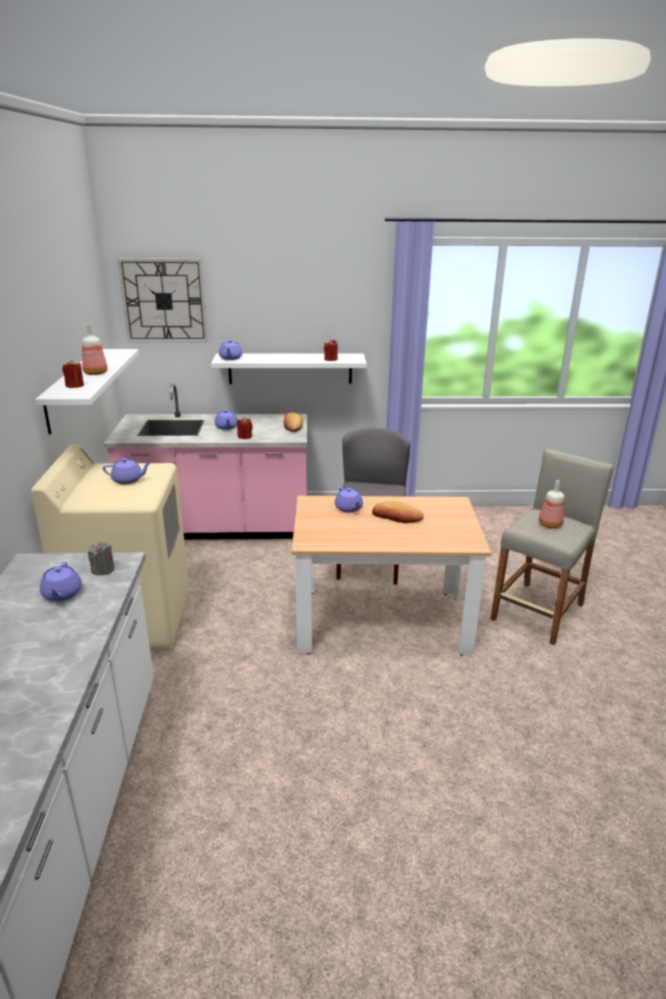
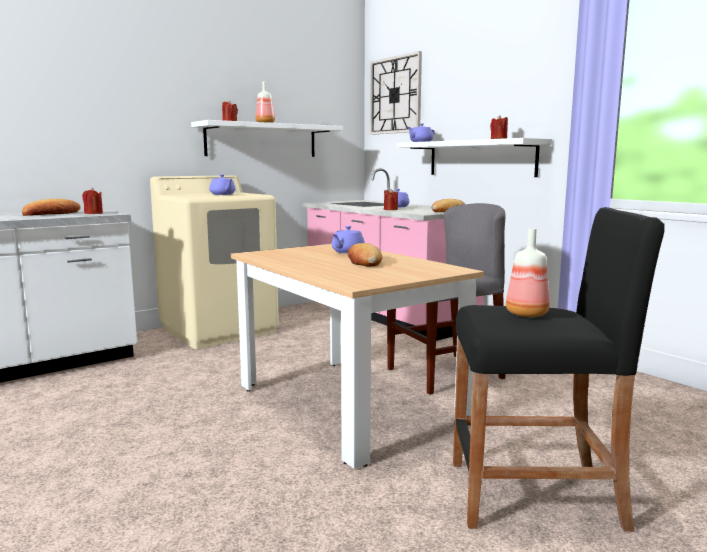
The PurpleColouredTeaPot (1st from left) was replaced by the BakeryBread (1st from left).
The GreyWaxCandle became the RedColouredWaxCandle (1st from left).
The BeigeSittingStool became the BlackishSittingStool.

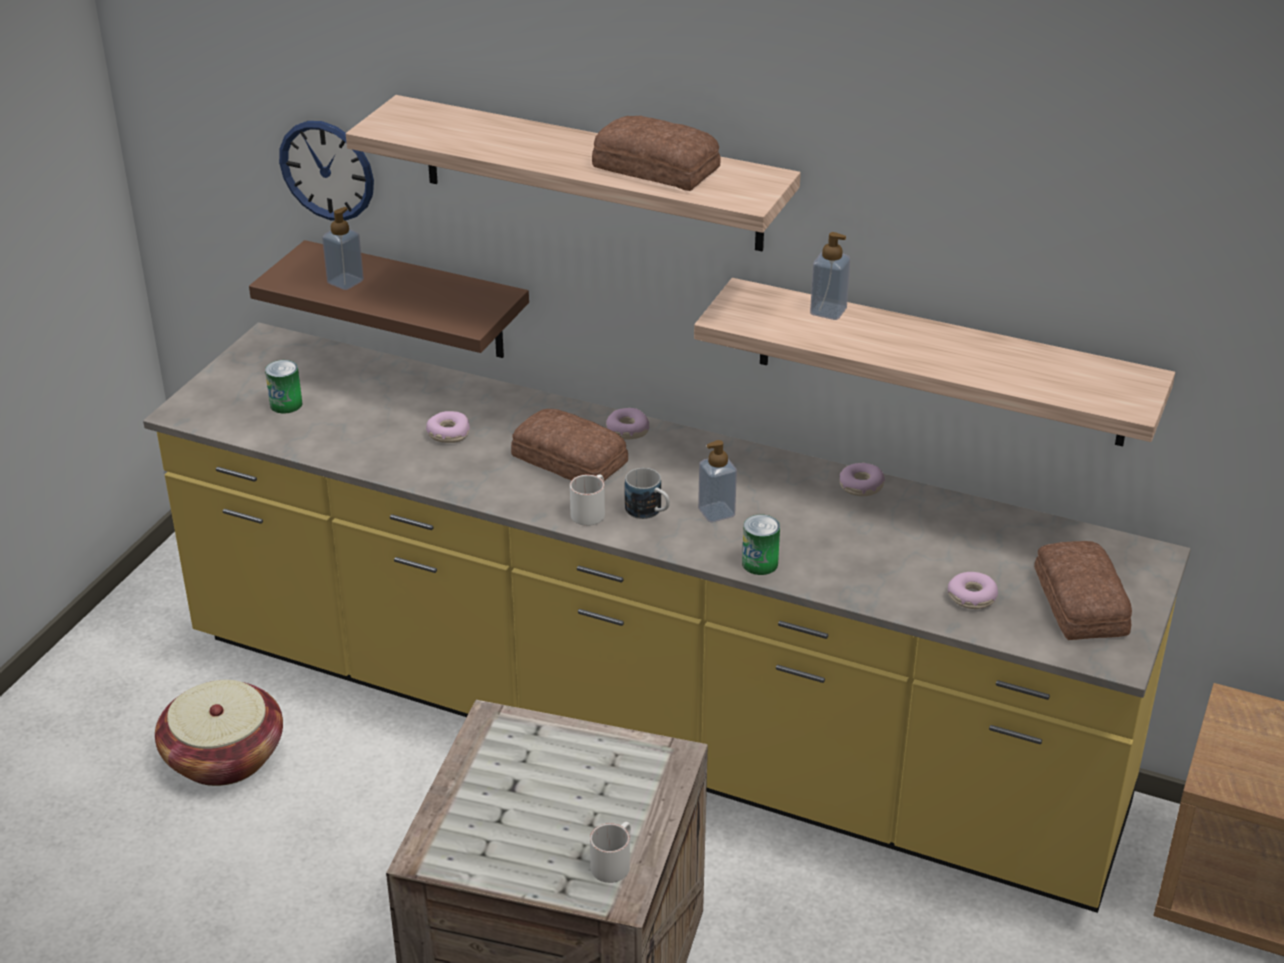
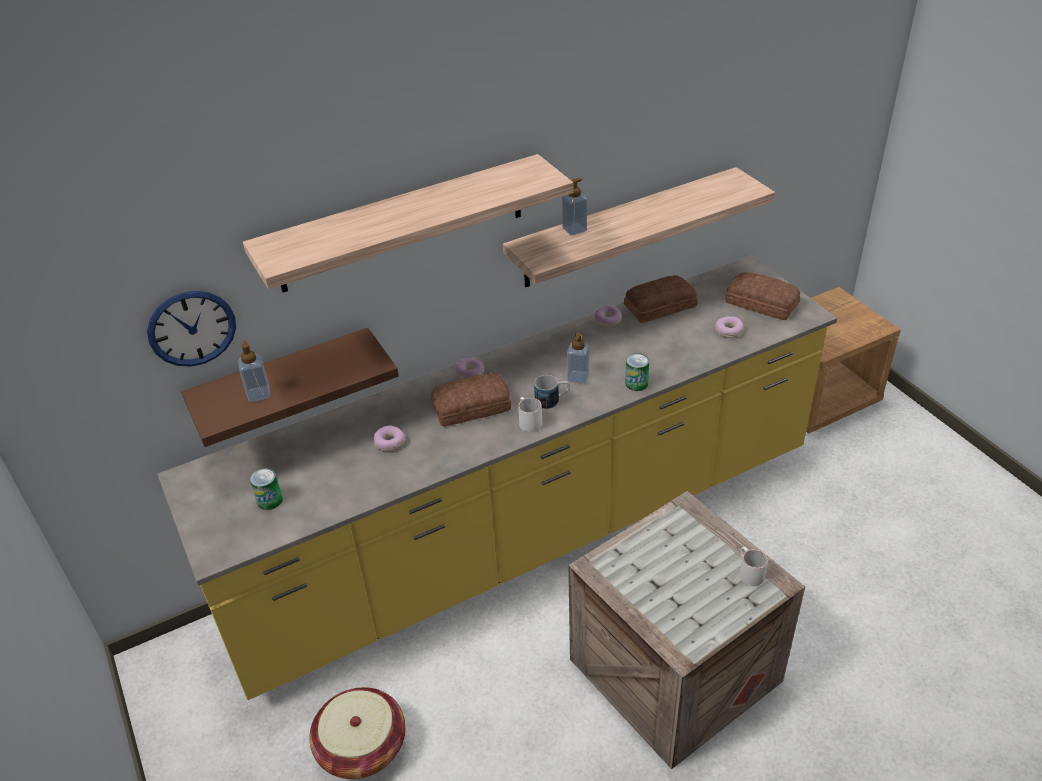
The BakeryBread (2nd from left) moved.

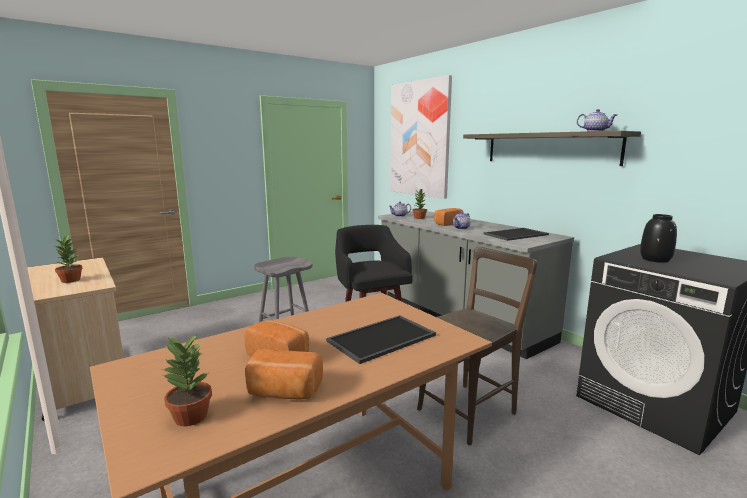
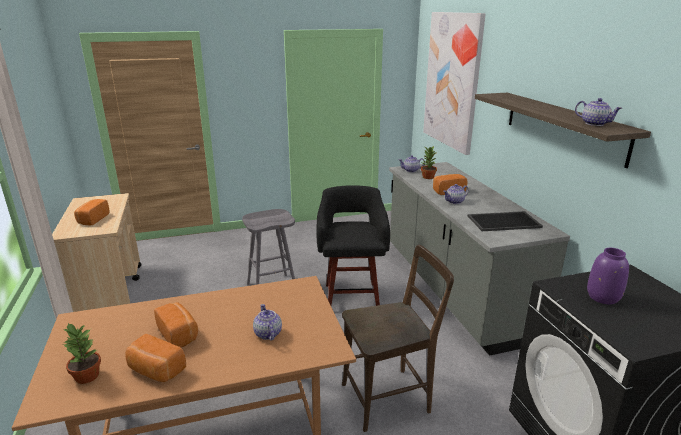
The PlantInAPot (1st from left) was replaced by the BakeryBread (1st from left).
The ServingTray (1st from left) was replaced by the TeaPot (1st from left).
The BlackishVase became the PurpleColouredVase.

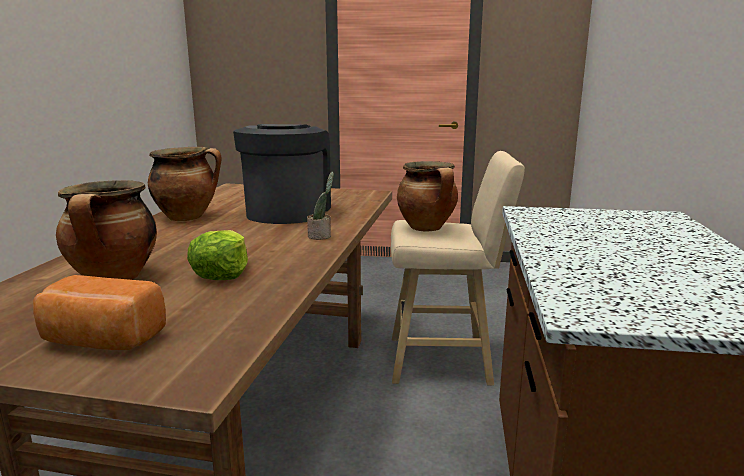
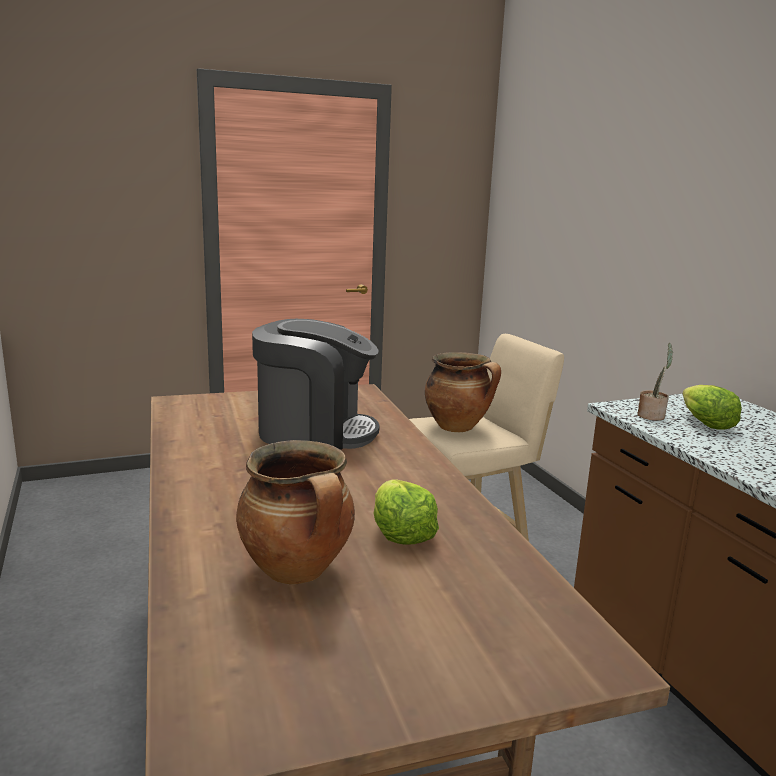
The BakeryBread disappeared.
The Stockpot (2nd from left) disappeared.
The LettuceHead (2nd from left) appeared.
The PlantInAPot moved.
The CoffeeMachine turned 120 degrees clockwise.

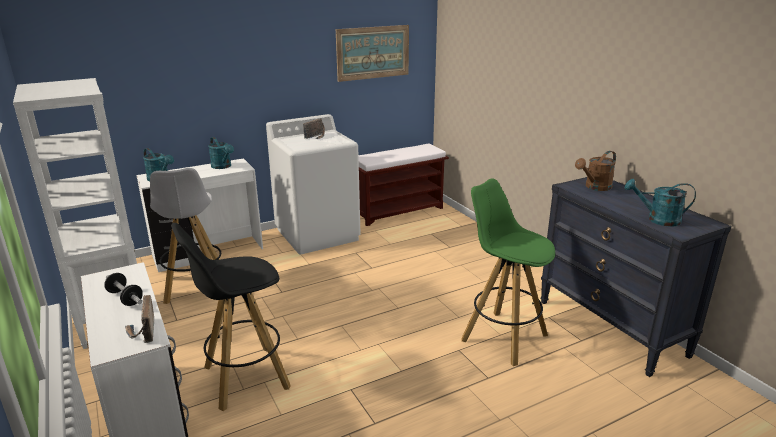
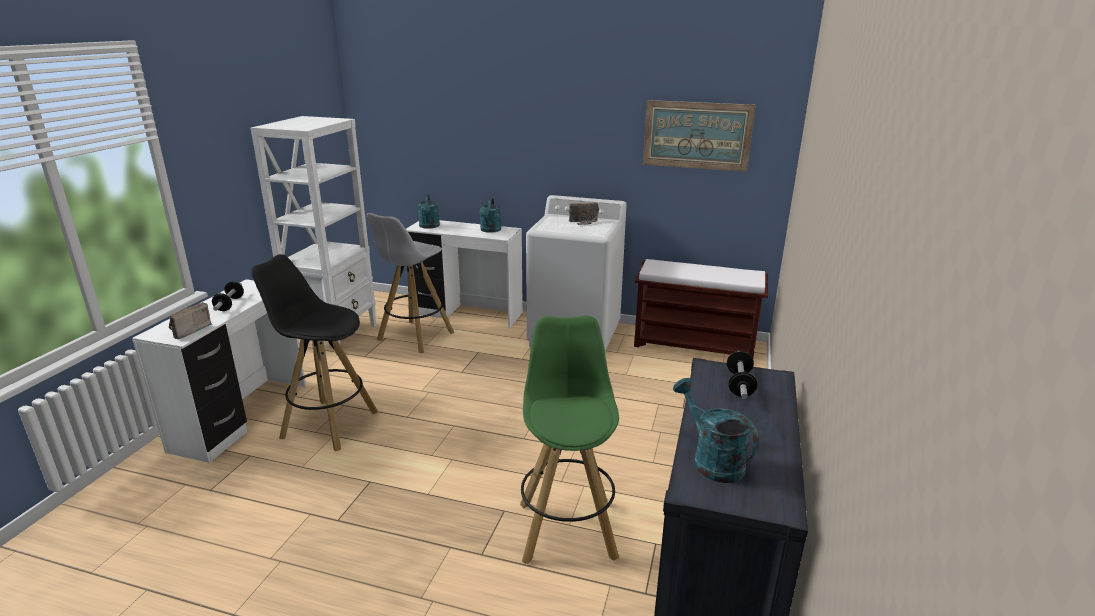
The BrownishSprinklingCan was replaced by the FreeWeight (2nd from left).

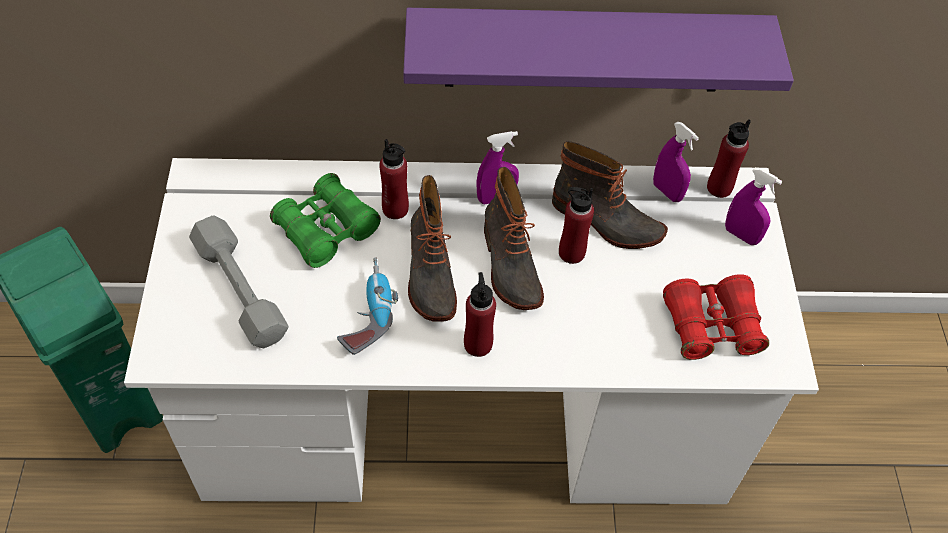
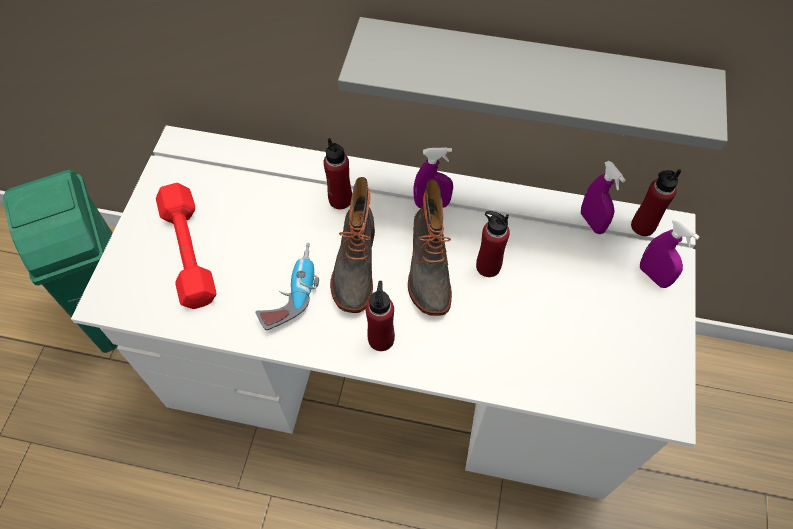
The GreenColouredFieldGlasses disappeared.
The Boot (3rd from left) disappeared.
The RedColouredFieldGlasses disappeared.
The GreyFreeWeight became the RedColouredFreeWeight.
The PurpleColouredWallShelf became the GreyWallShelf.

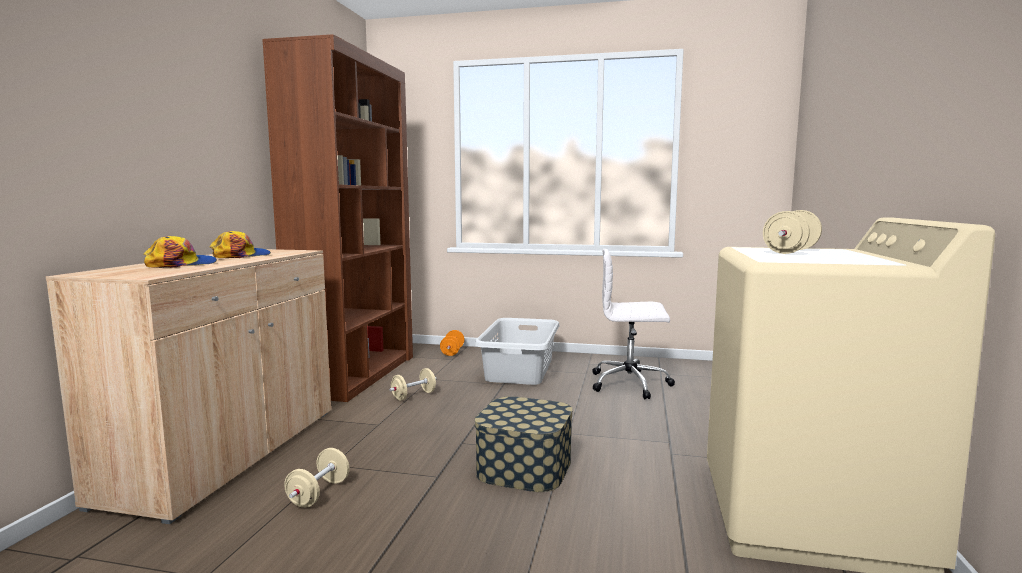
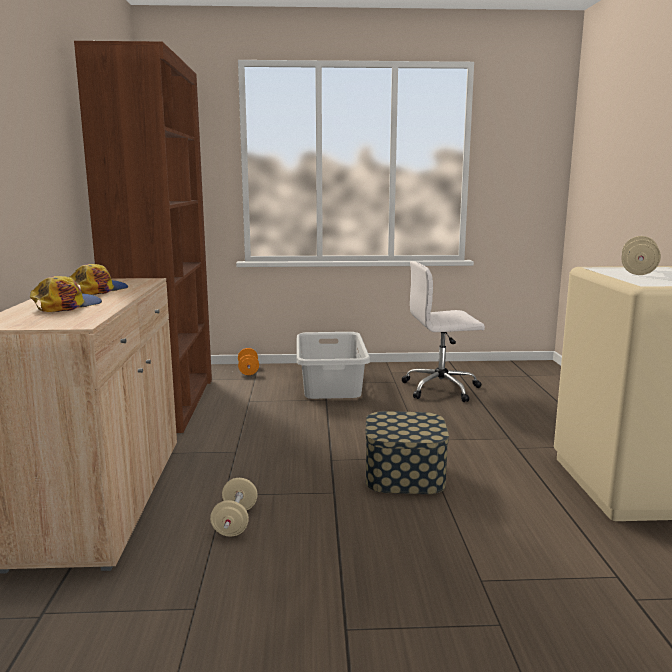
The BeigeFreeWeight (2nd from left) disappeared.

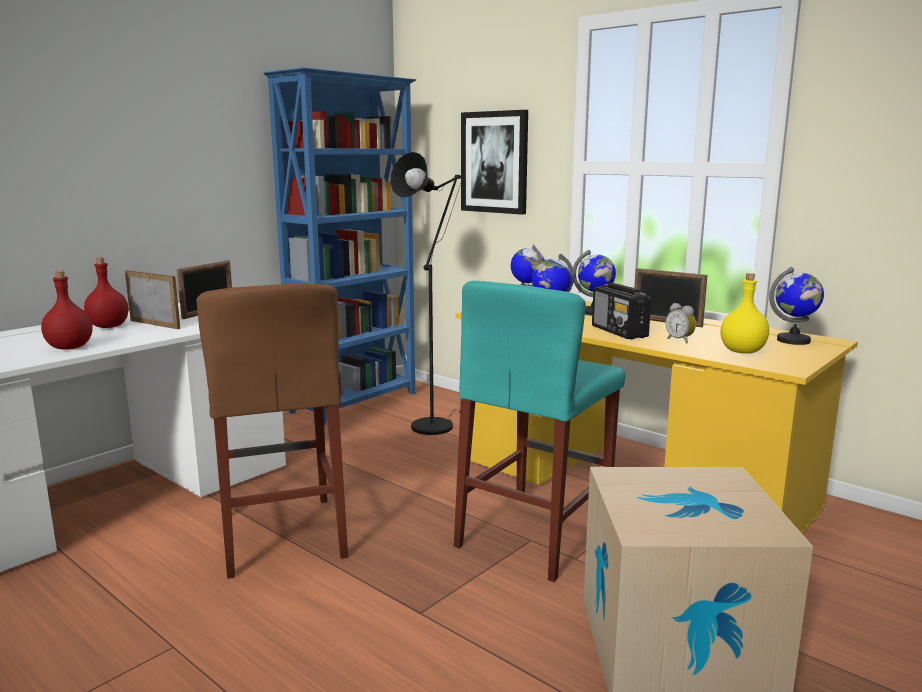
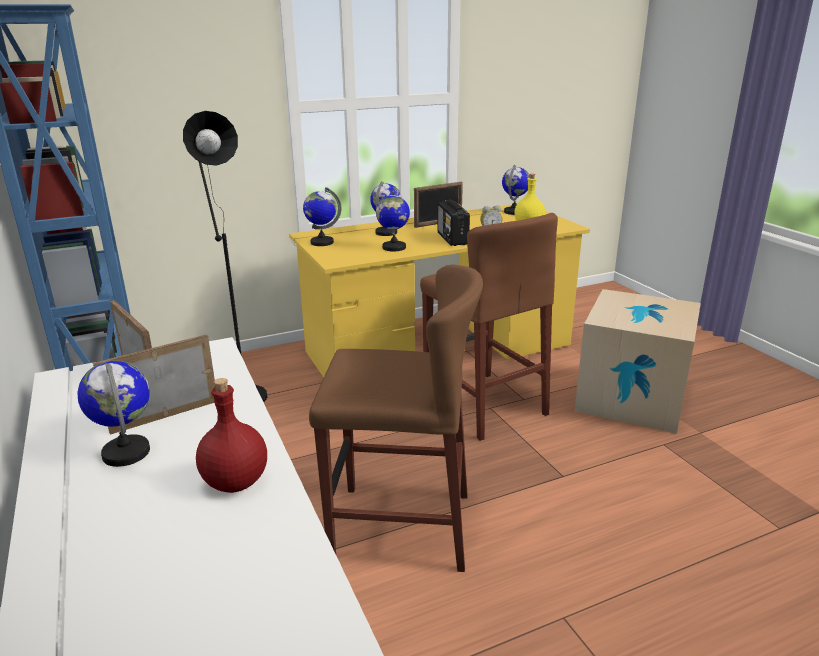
The Picture disappeared.
The RedColouredBeverageBottle (2nd from left) was replaced by the DeskGlobe (1st from left).
The BlueGreenSittingStool became the BrownishSittingStool (2nd from left).
The Radio turned 75 degrees clockwise.

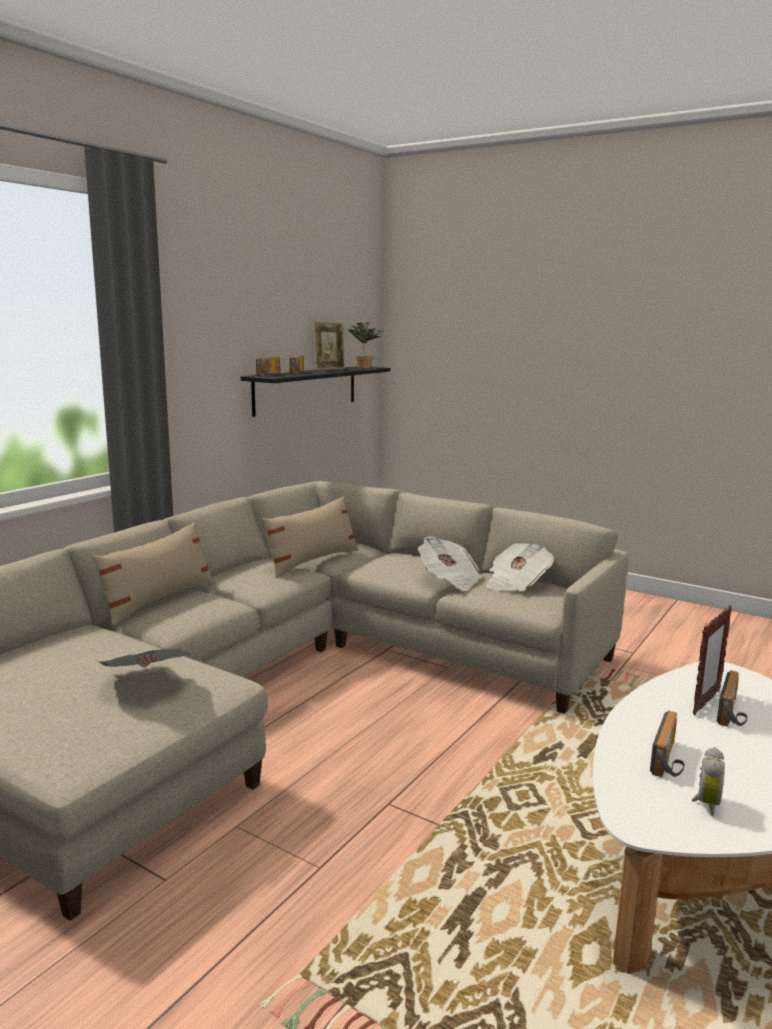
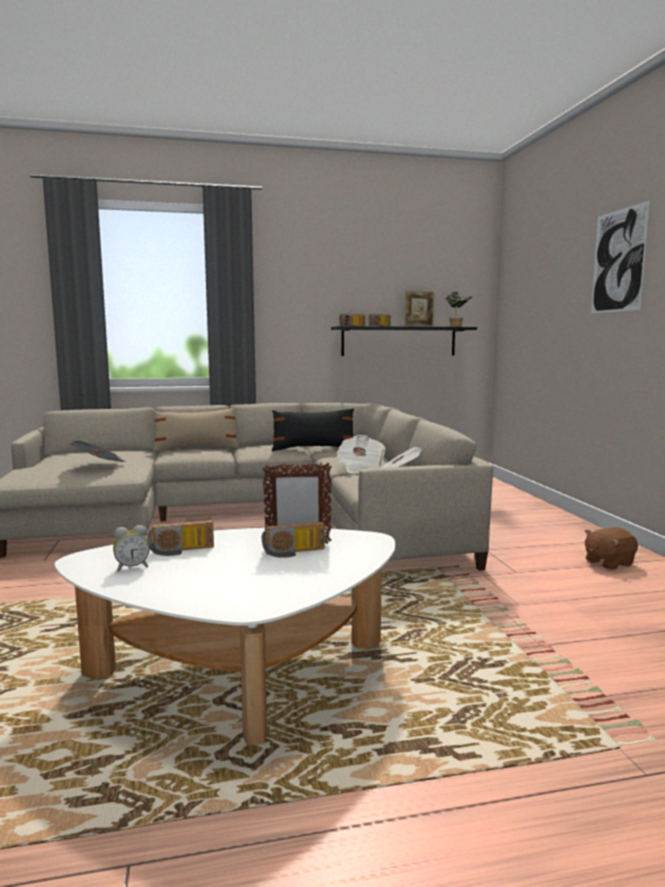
The BrownishCuddlyToy appeared.
The Picture appeared.
The BeigePillow (2nd from left) became the BlackishPillow.

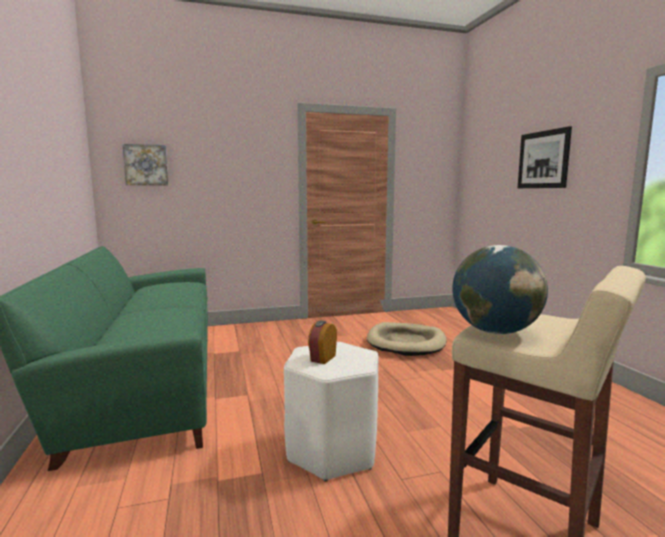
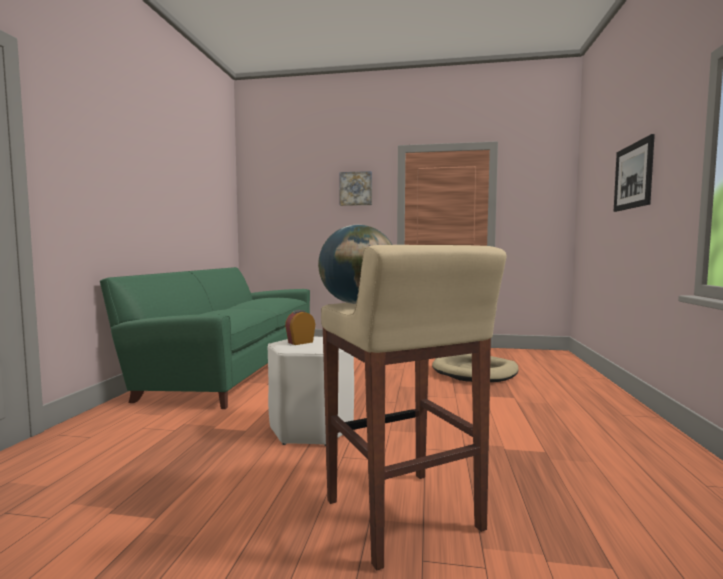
The Picture (1st from left) moved.

